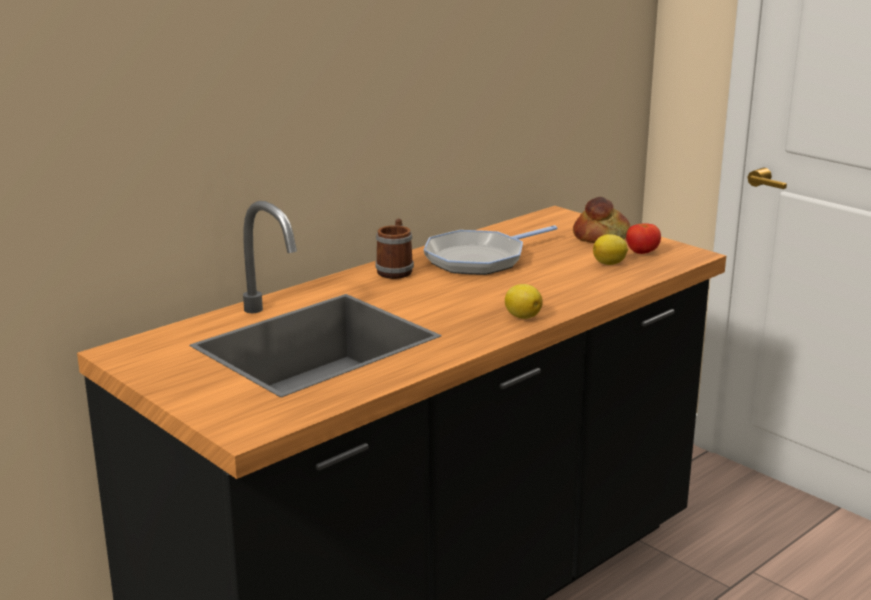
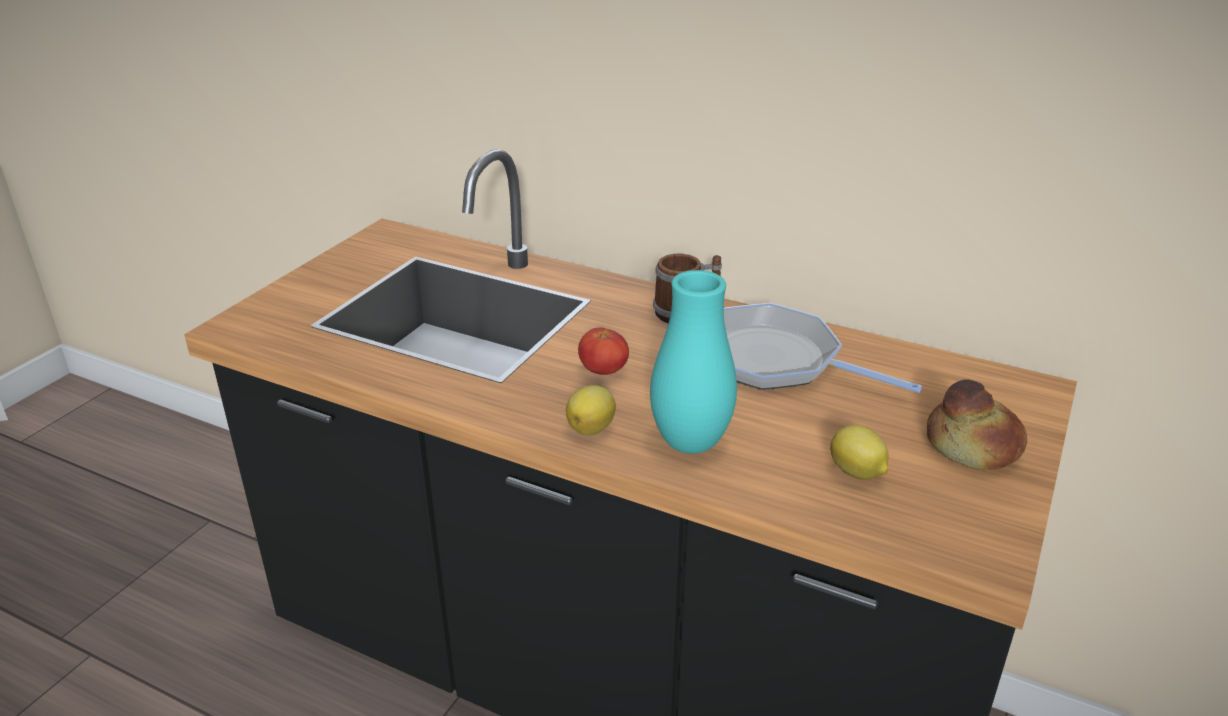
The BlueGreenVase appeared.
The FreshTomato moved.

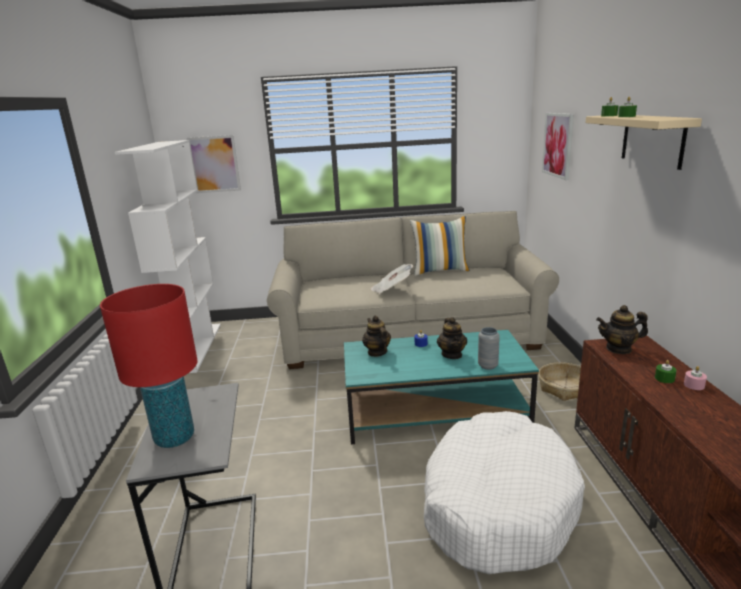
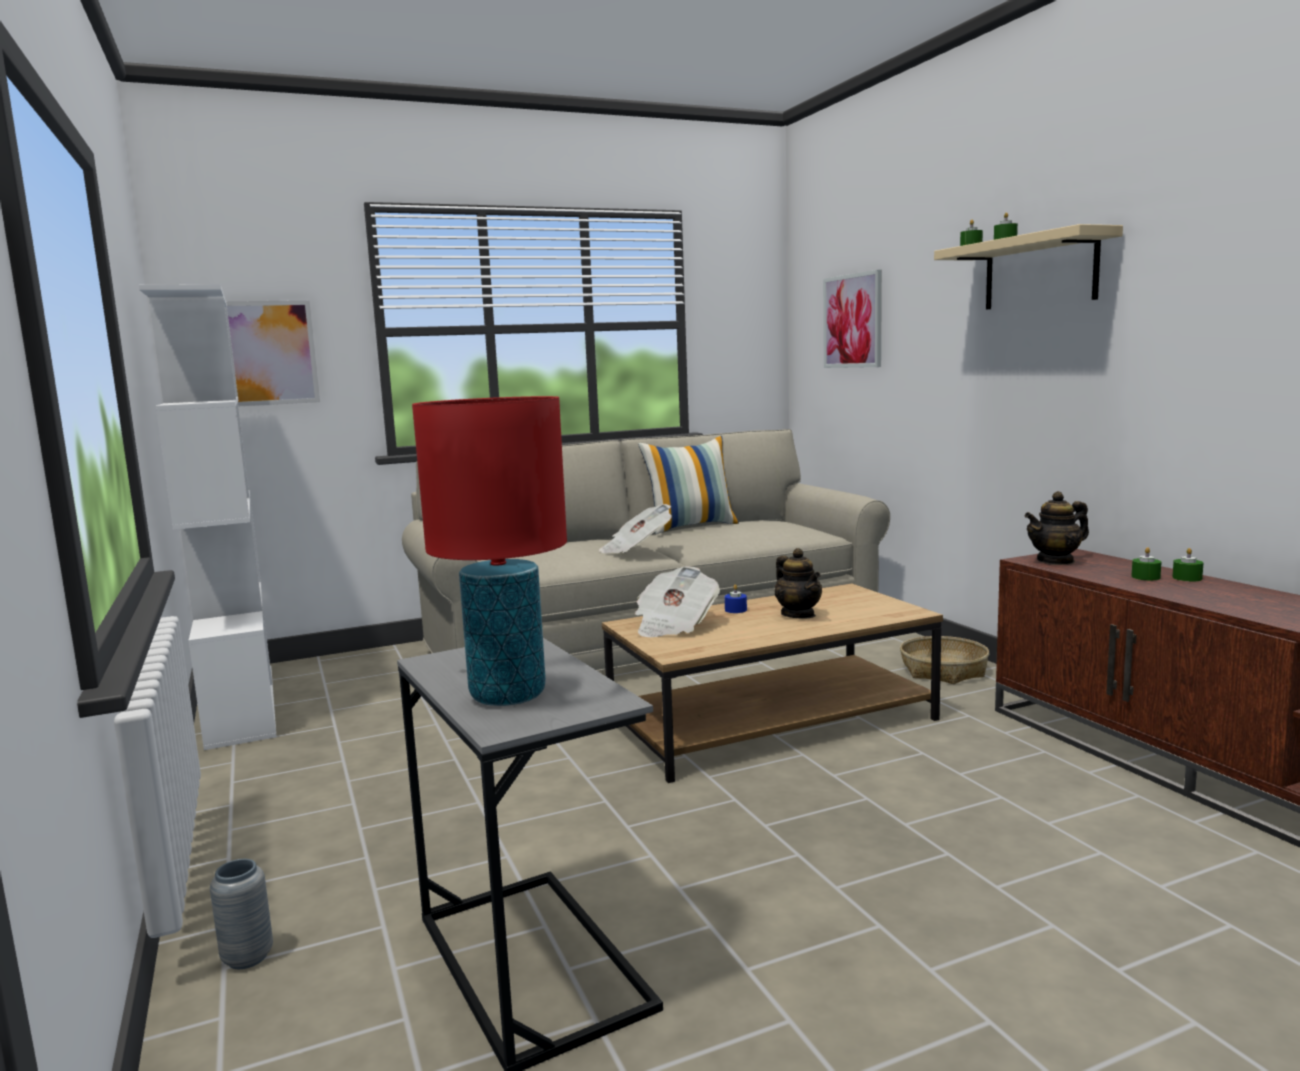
The WhitishPetBed disappeared.
The GreyVase moved.
The TeaPot (1st from left) was replaced by the PrintedPaper (2nd from left).
The BlueGreenLoungeTable became the BrownishLoungeTable.
The PinkColouredWaxCandle became the GreenColouredWaxCandle (4th from left).

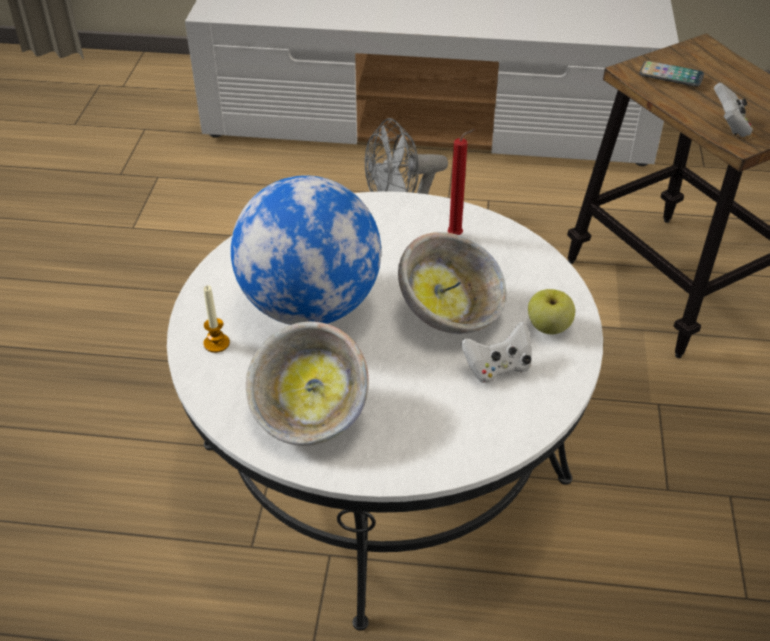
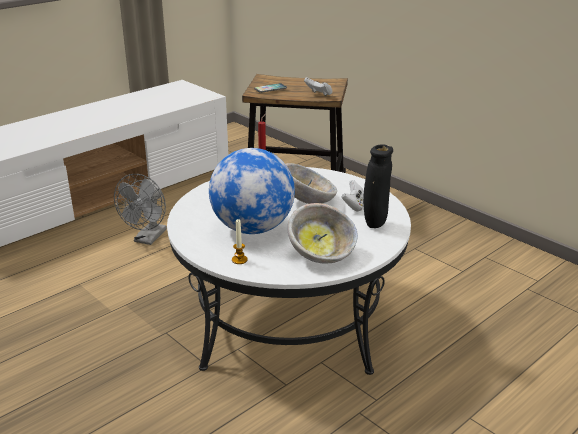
The WholeApple disappeared.
The BlackishVase appeared.

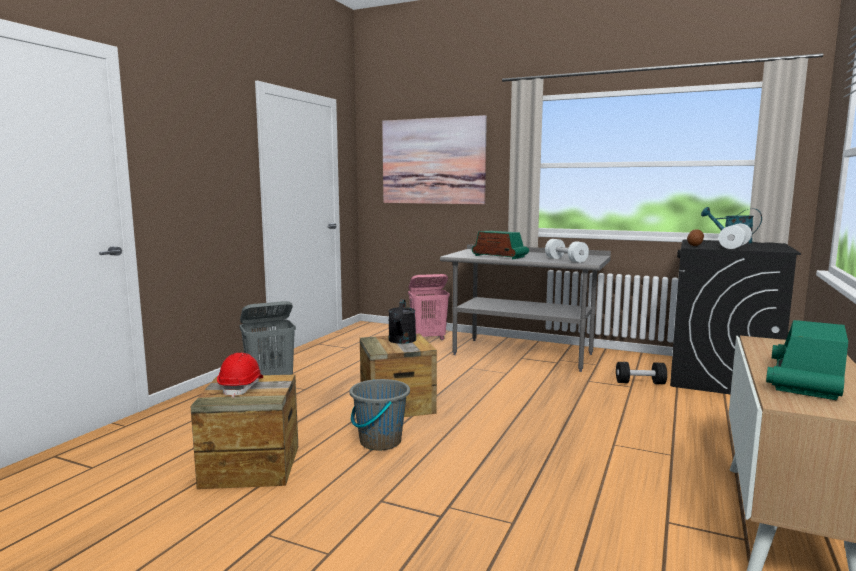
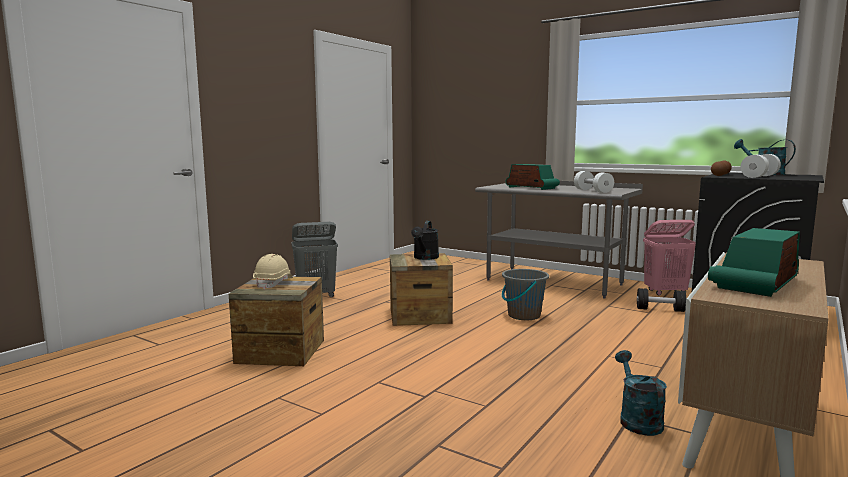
The Picture disappeared.
The BlueGreenSprinklingCan (1st from left) appeared.
The GreyWaterBucket moved.
The PinkColouredWashingBasket moved.
The RedColouredHardHat became the BeigeHardHat.

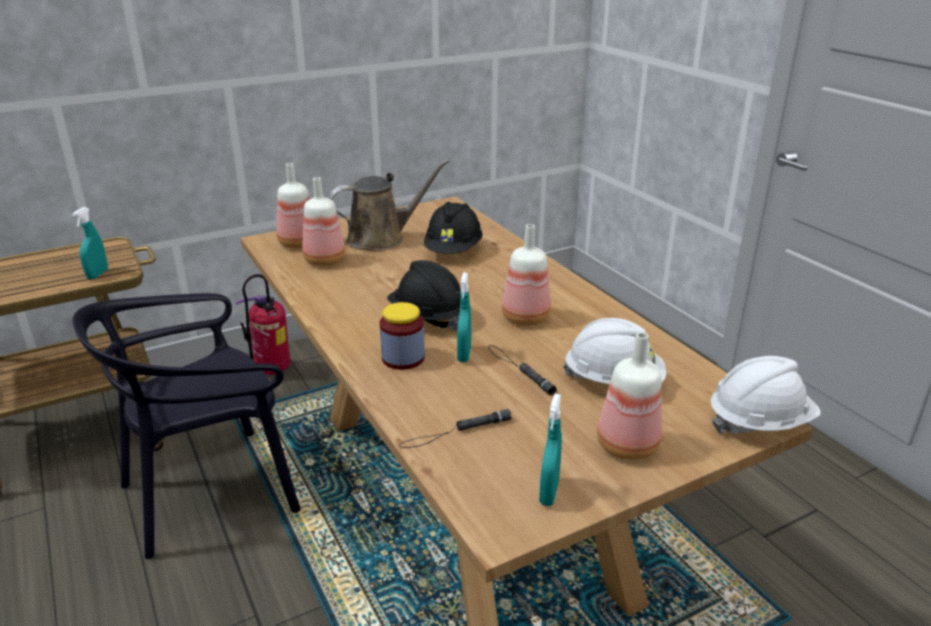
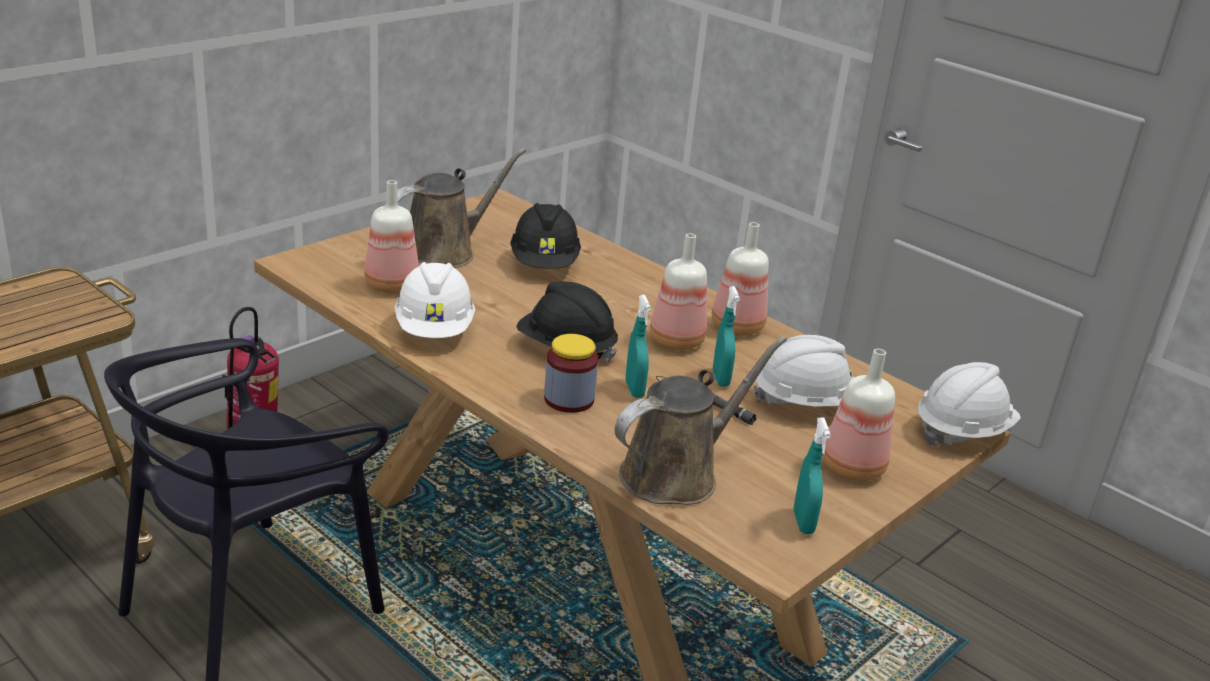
The WhitishHardHat (1st from left) appeared.
The BlueGreenSprayer (1st from left in the first image) moved.
The BeverageBottle (1st from left in the first image) moved.
The BlackishHandTorch (1st from left) was replaced by the BrownishSprinklingCan (2nd from left).

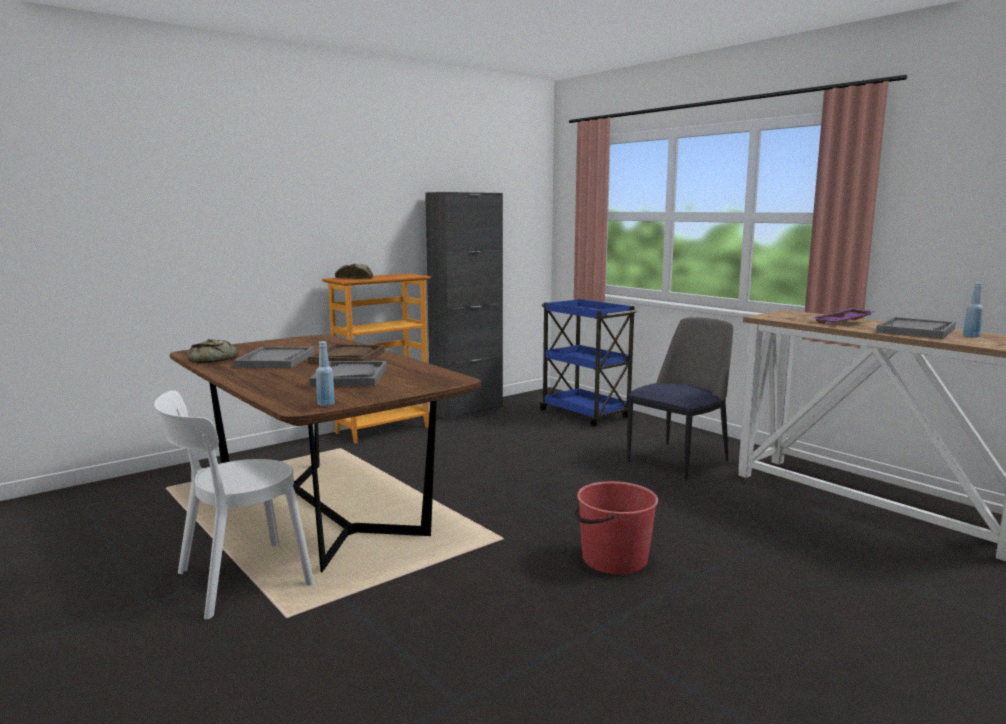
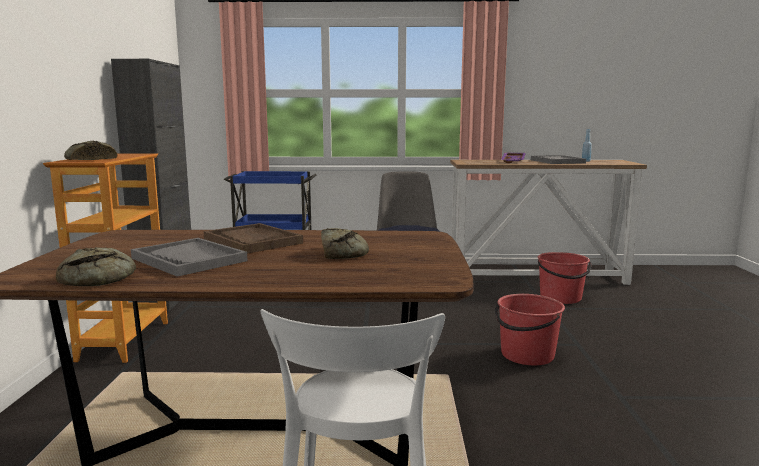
The BluishBeverageBottle (1st from left) disappeared.
The RedColouredWaterBucket (2nd from left) appeared.
The GreyServingTray (2nd from left) was replaced by the BakeryBread (3rd from left).

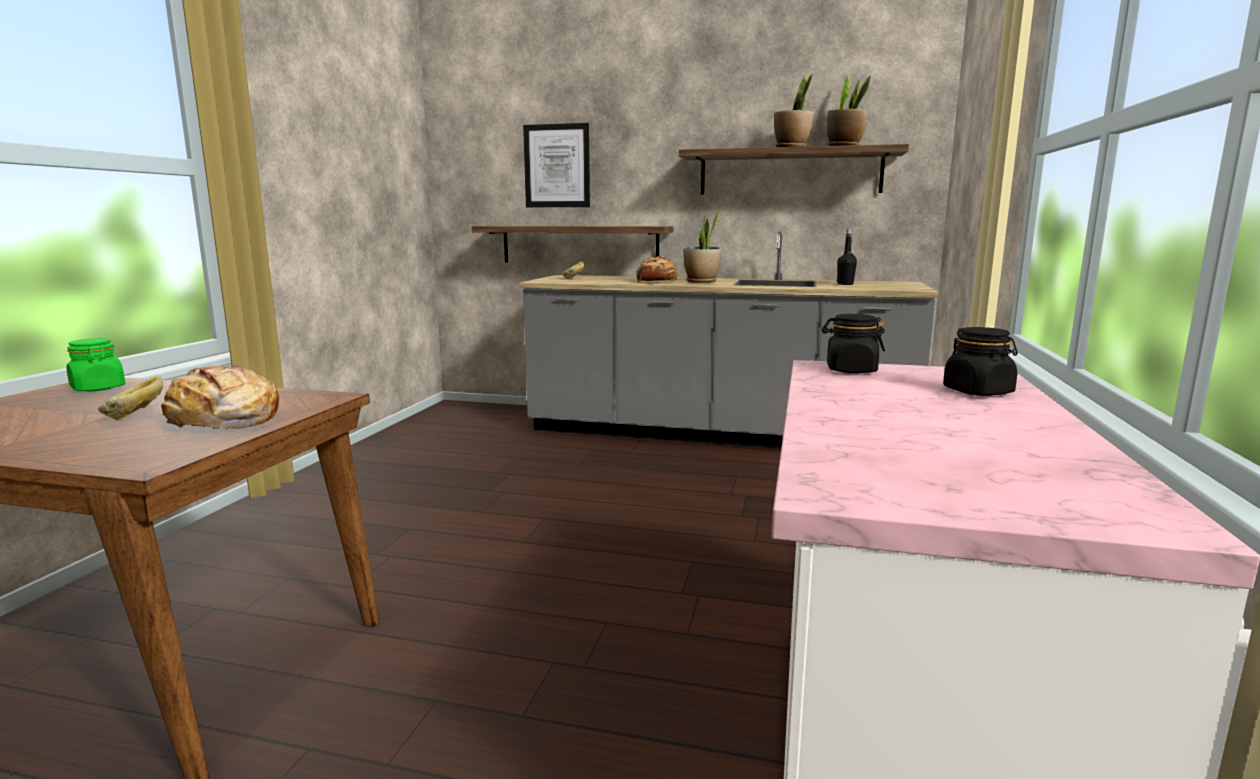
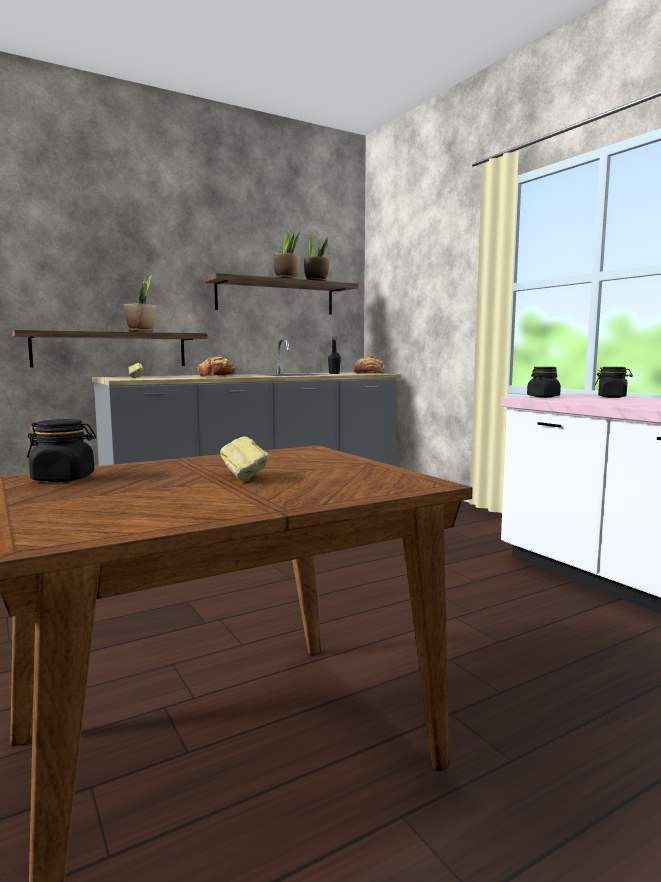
The Picture disappeared.
The BakeryBread (2nd from left in the first image) moved.
The PlantInAPot (1st from left) moved.
The GreenColouredJar became the BlackishJar (1st from left).

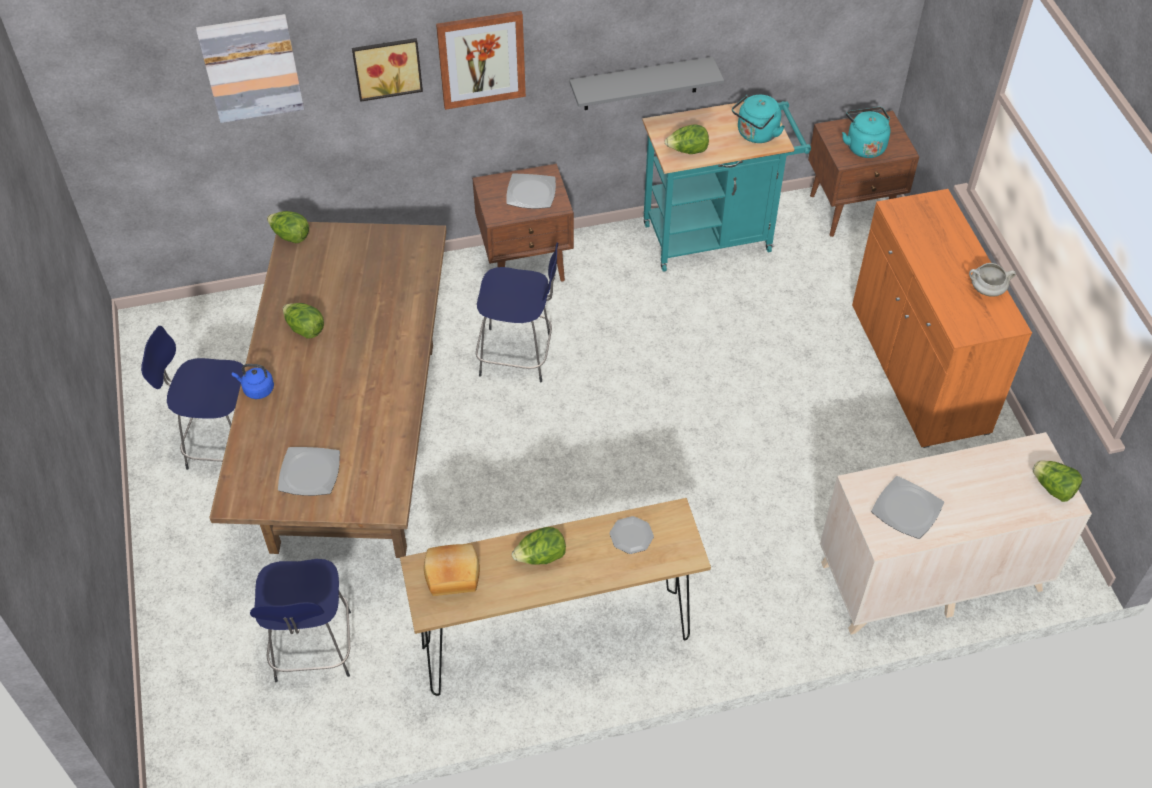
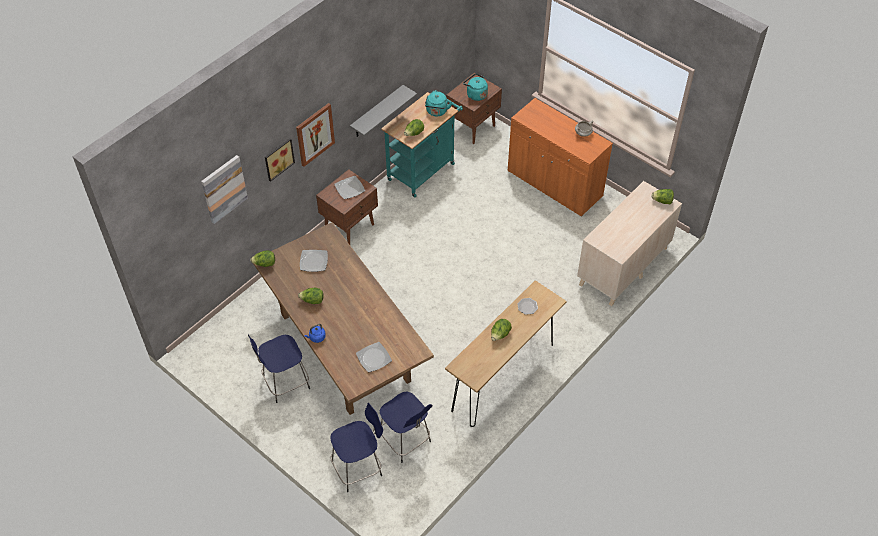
The BakeryBread disappeared.
The BluishSittingStool (3rd from left in the first image) moved.
The DinnerPlate (4th from left in the first image) moved.

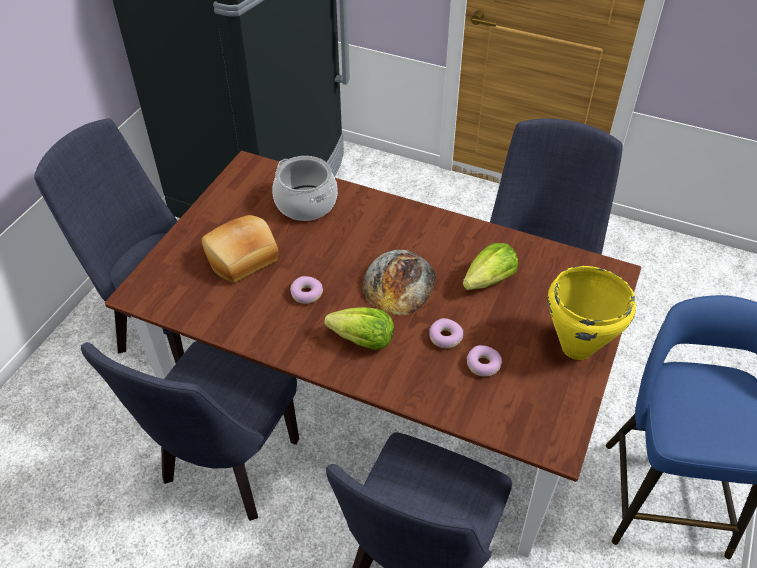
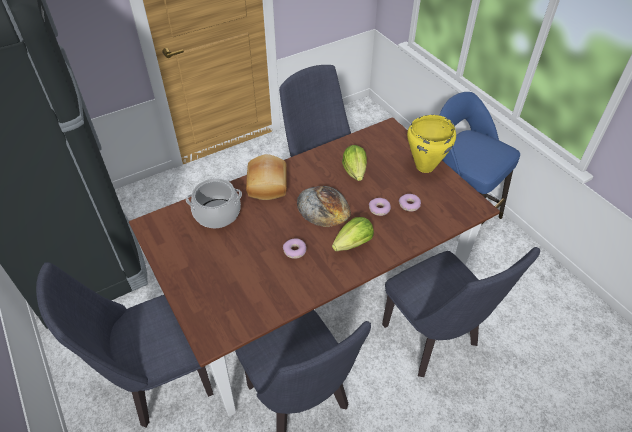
The BakeryBread (1st from left) moved.

